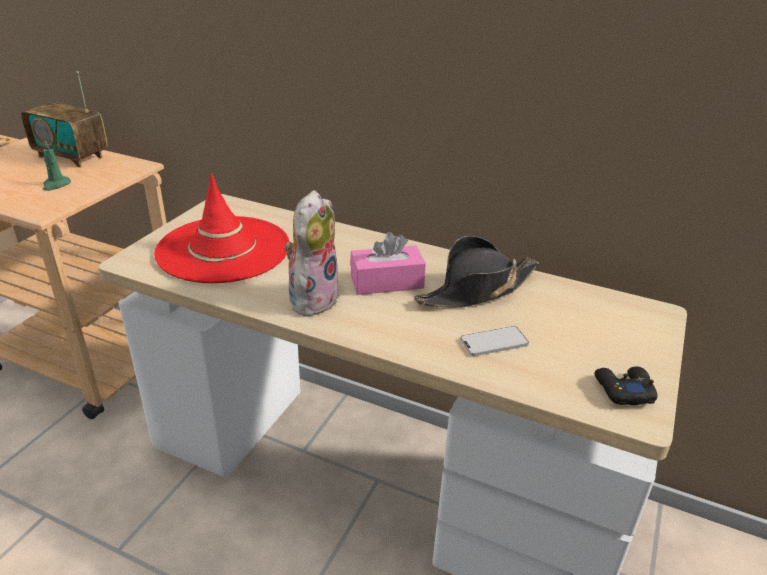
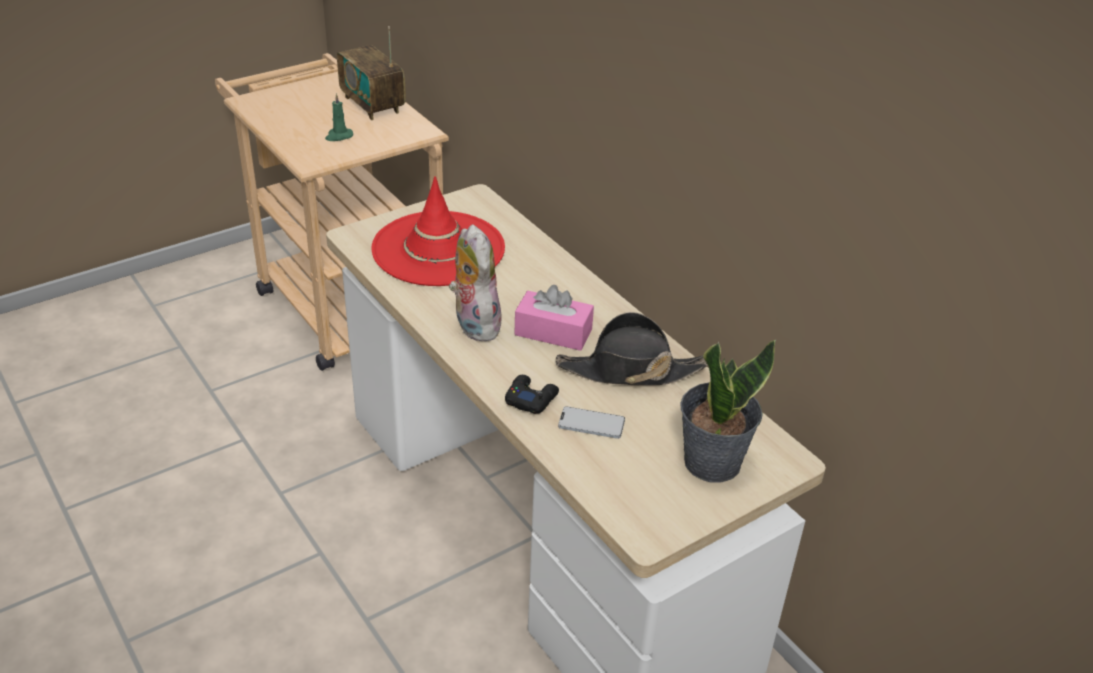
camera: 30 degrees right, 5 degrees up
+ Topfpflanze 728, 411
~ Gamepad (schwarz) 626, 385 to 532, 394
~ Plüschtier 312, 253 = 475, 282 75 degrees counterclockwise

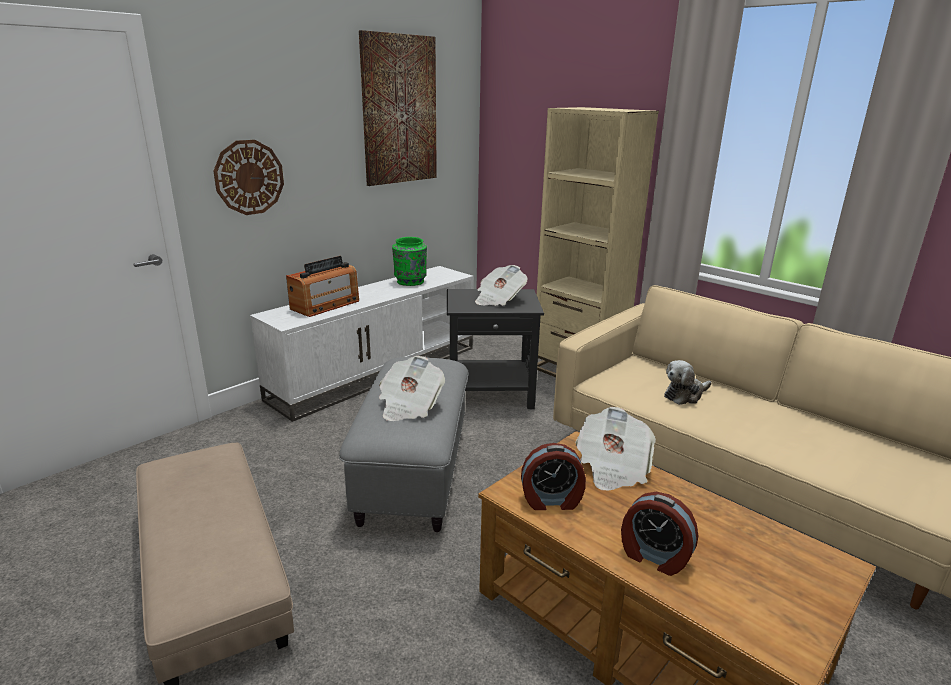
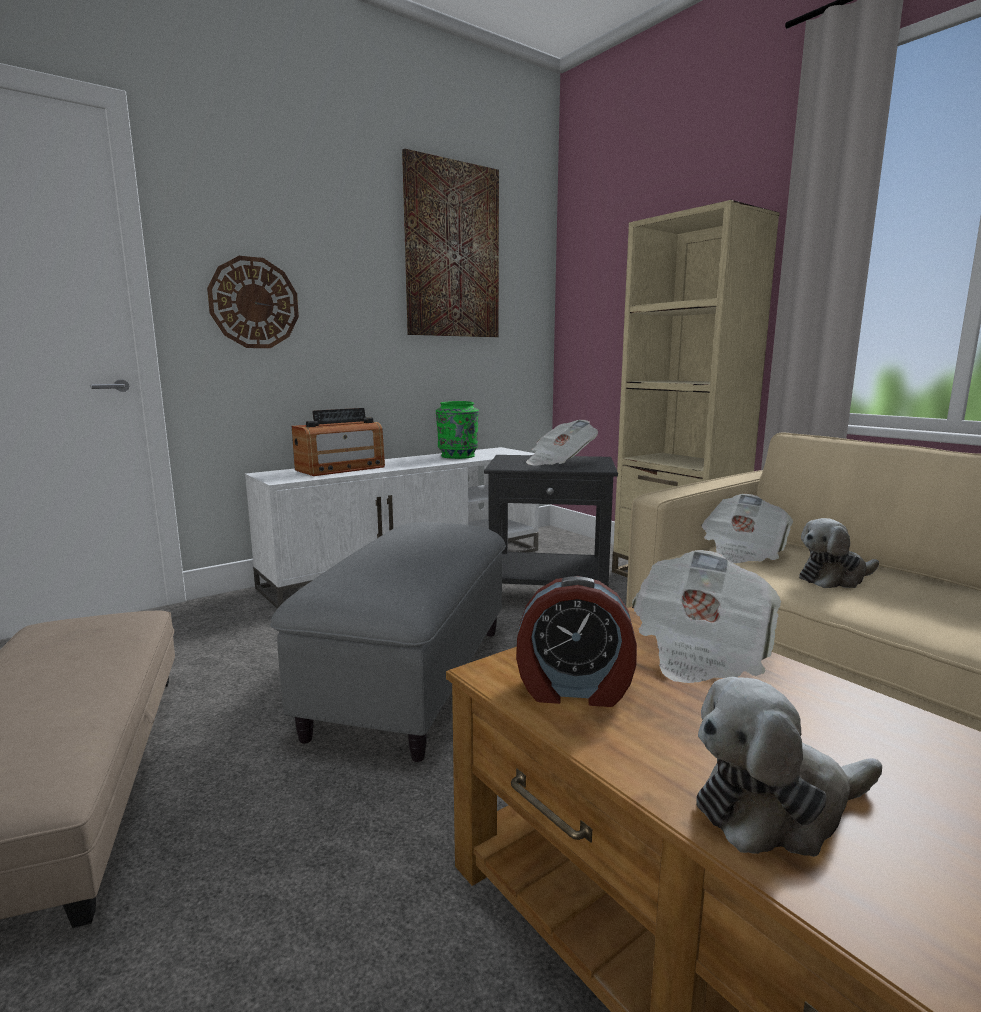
camera: 10 degrees right, 10 degrees down
~ Zeitung 412, 388 to 747, 528
~ Wecker 659, 534 to Plüschtier 789, 767

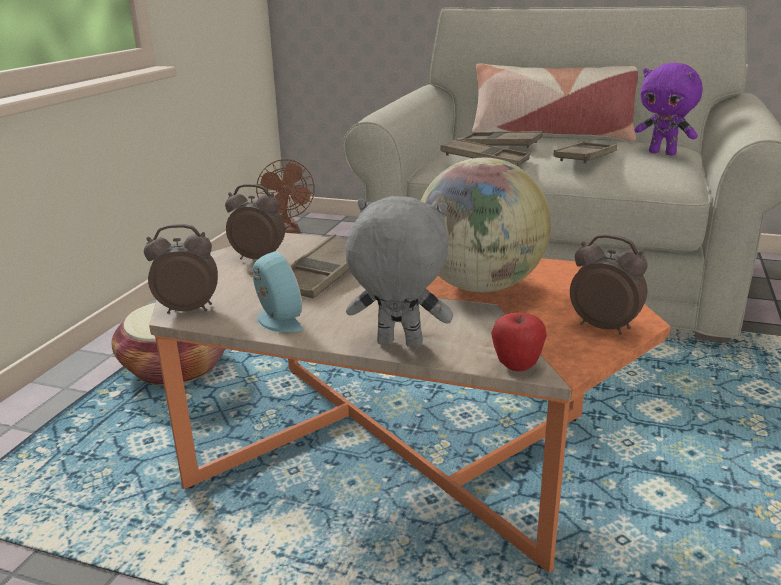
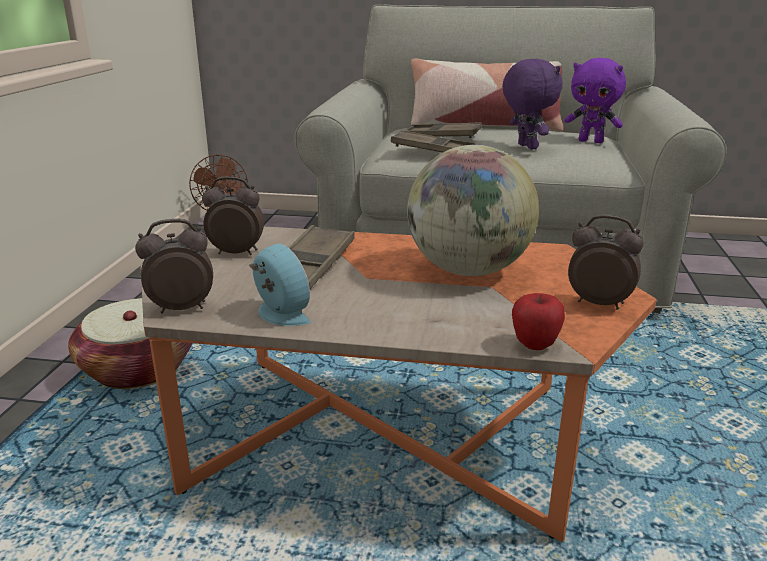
camera: 10 degrees left, 0 degrees up
- Plüschtier (grau) 399, 272
~ Tablett (braun) 585, 153 to Plüschtier (lila) 532, 104

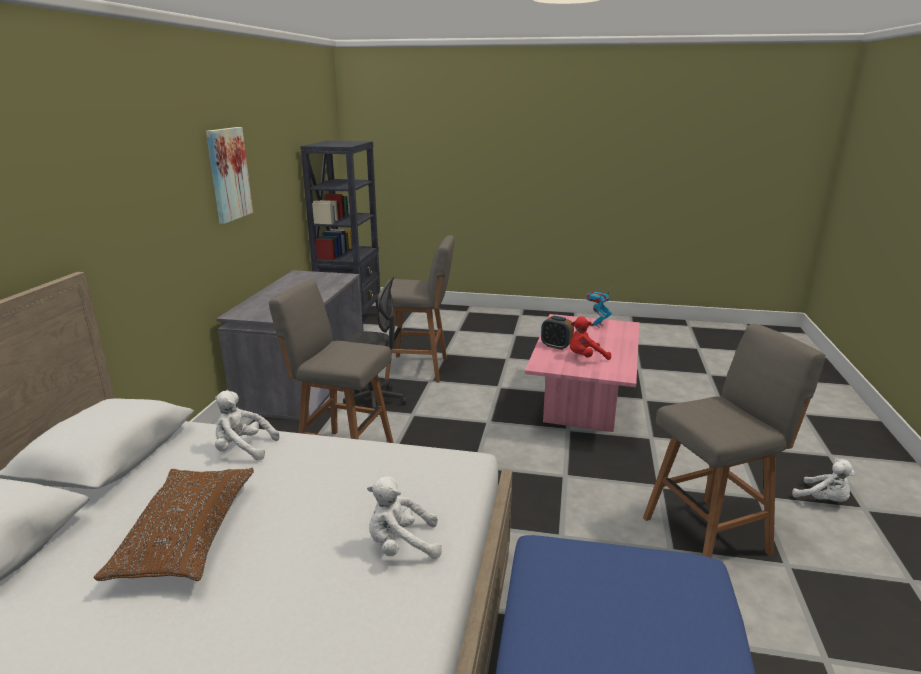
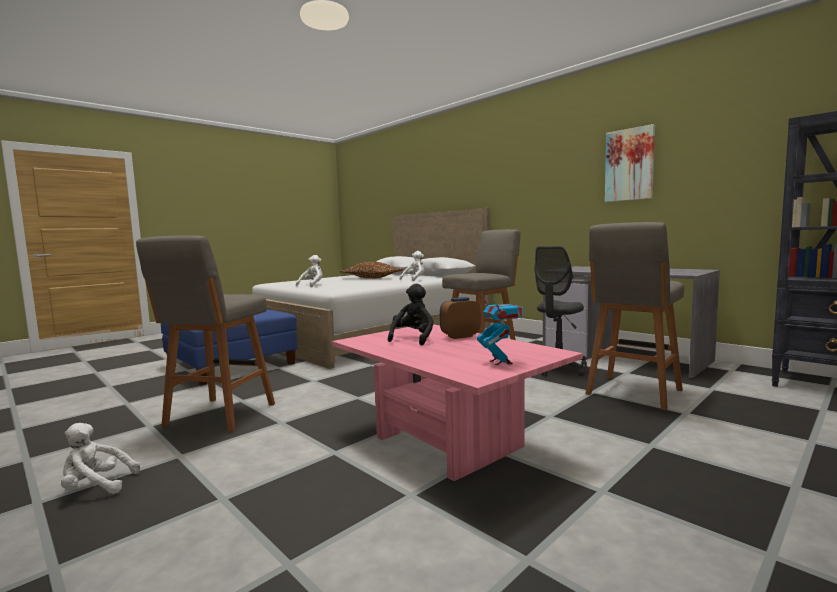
camera: 125 degrees right, 15 degrees down
~ Plüschtier (rot) 590, 338 to Plüschtier (schwarz) 411, 314

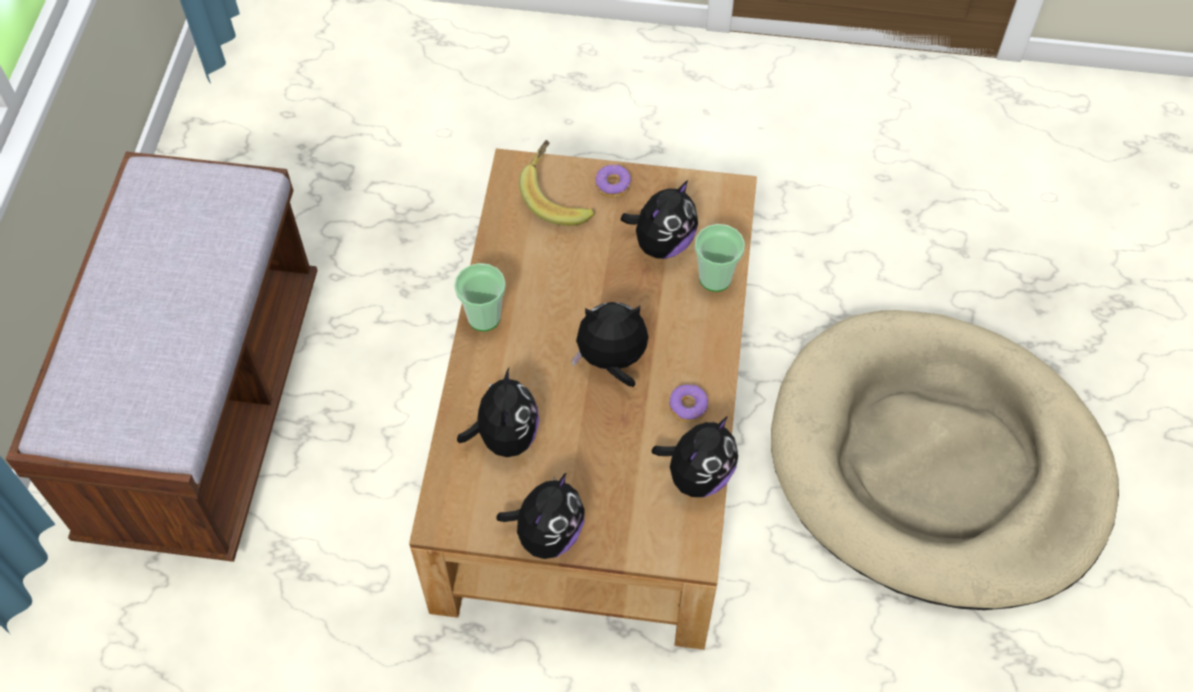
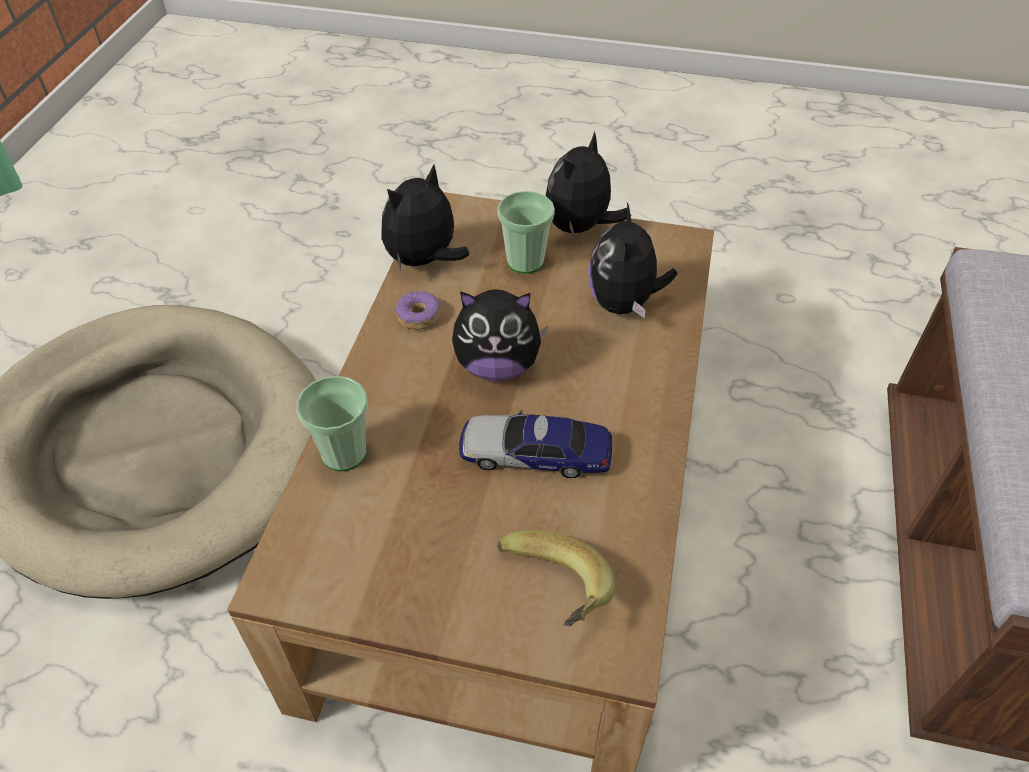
camera: 175 degrees left, 10 degrees down
- Donut 613, 181
- Plüschtier 659, 219
+ Spielzeugauto 535, 444
~ Tasse 480, 297 to 526, 232

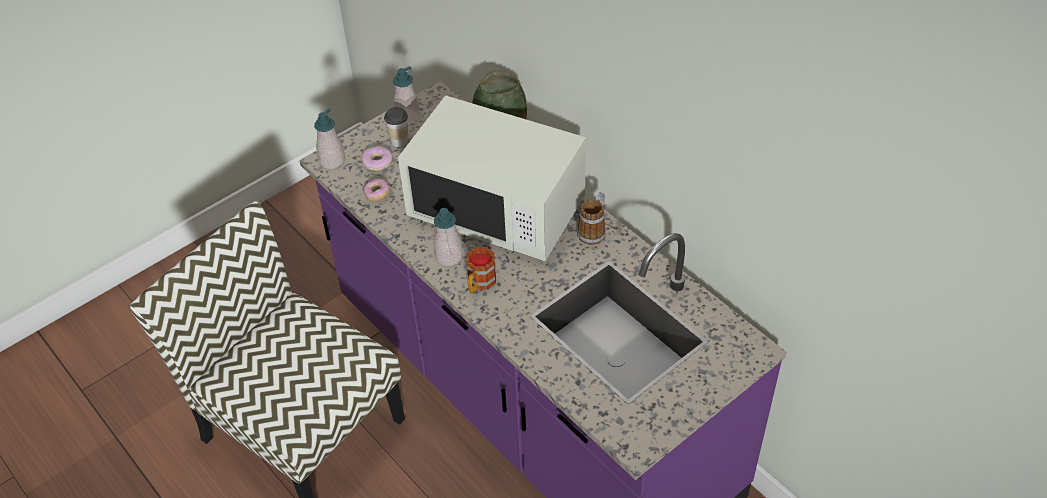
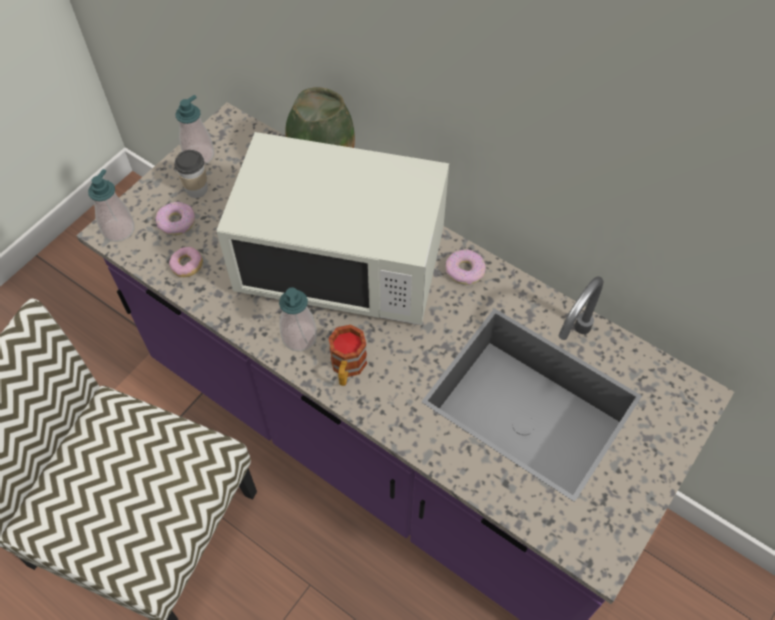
camera: 15 degrees left, 10 degrees up
~ Henkelbecher 591, 218 to Donut 465, 267

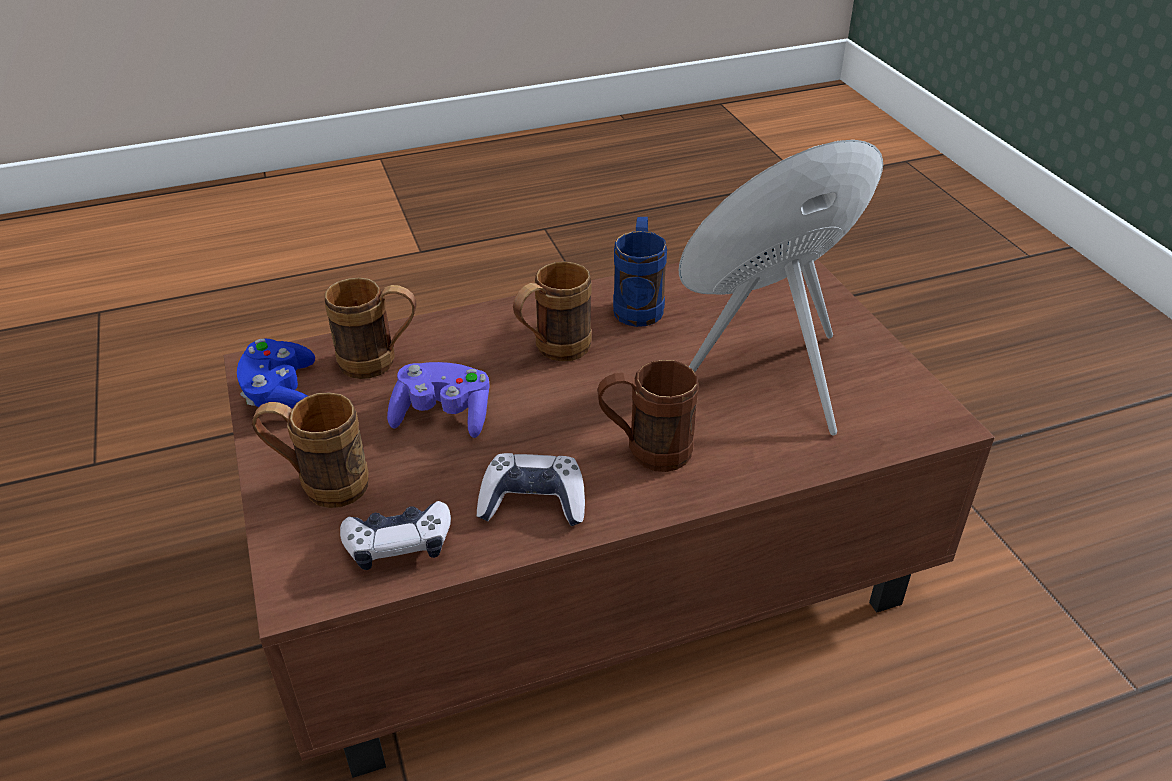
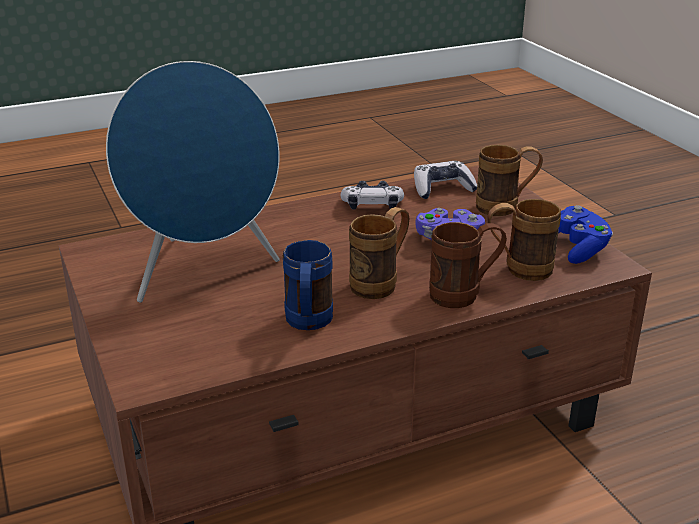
camera: 175 degrees right, 10 degrees down
~ Henkelbecher (braun) 648, 416 to 468, 265

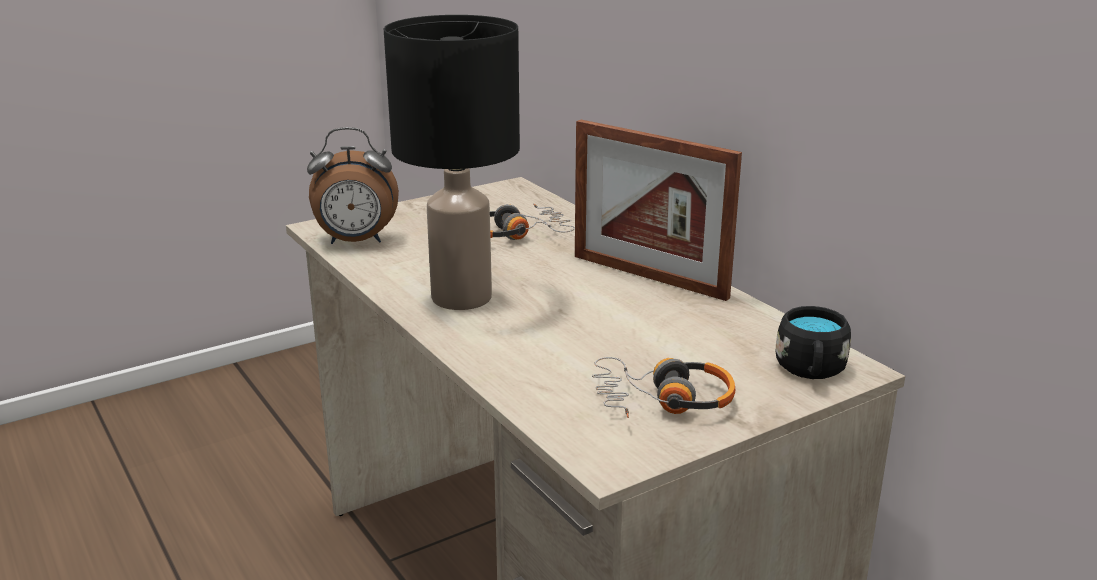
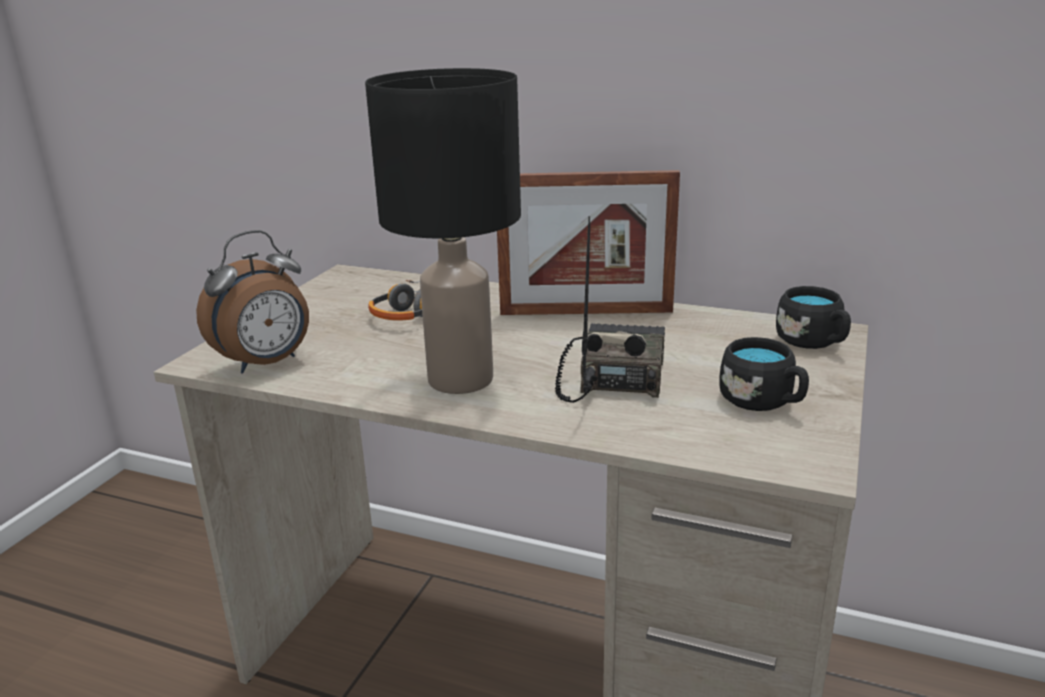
camera: 35 degrees left, 0 degrees up
+ Radio 610, 309
~ Kopfhörer 664, 387 to Henkelbecher (schwarz) 764, 374

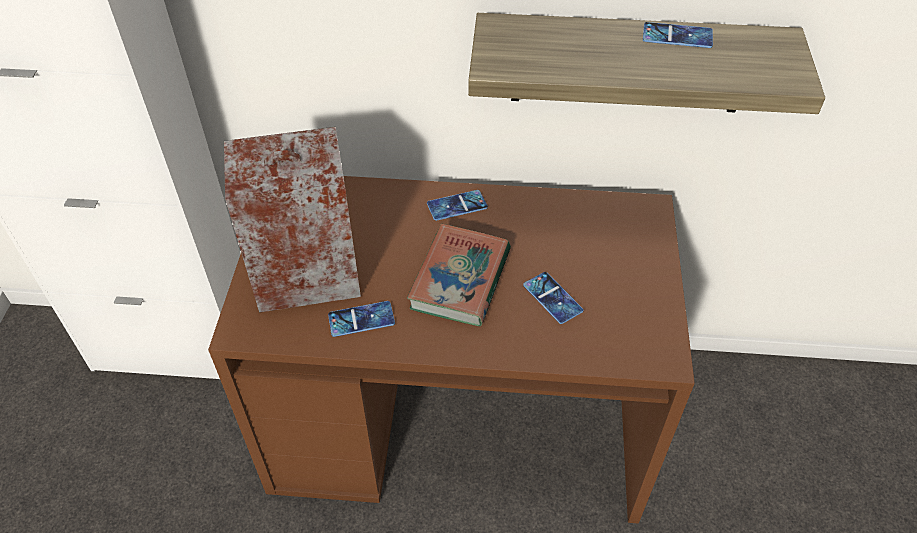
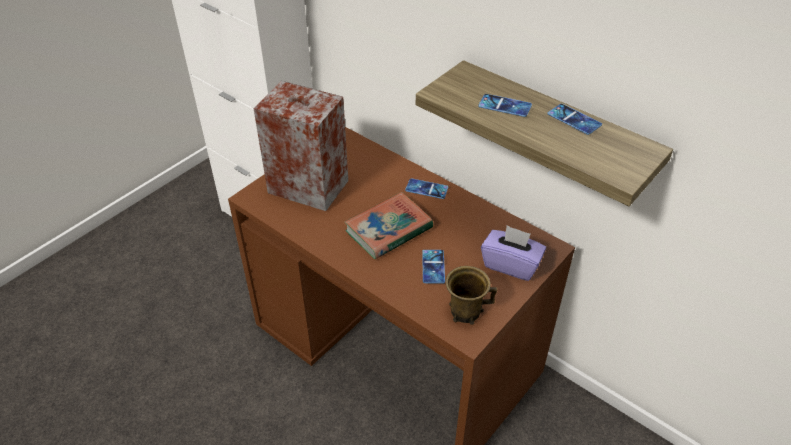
camera: 35 degrees right, 5 degrees down
+ Henkelbecher (braun) 471, 295
+ Taschentuchbox (lila) 513, 253
~ Handy 361, 319 to 505, 105

